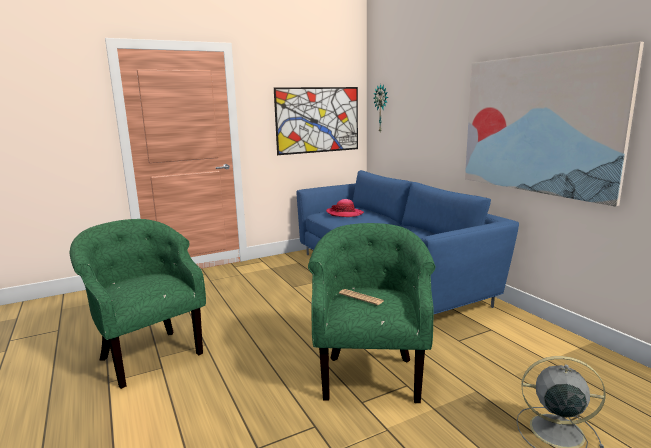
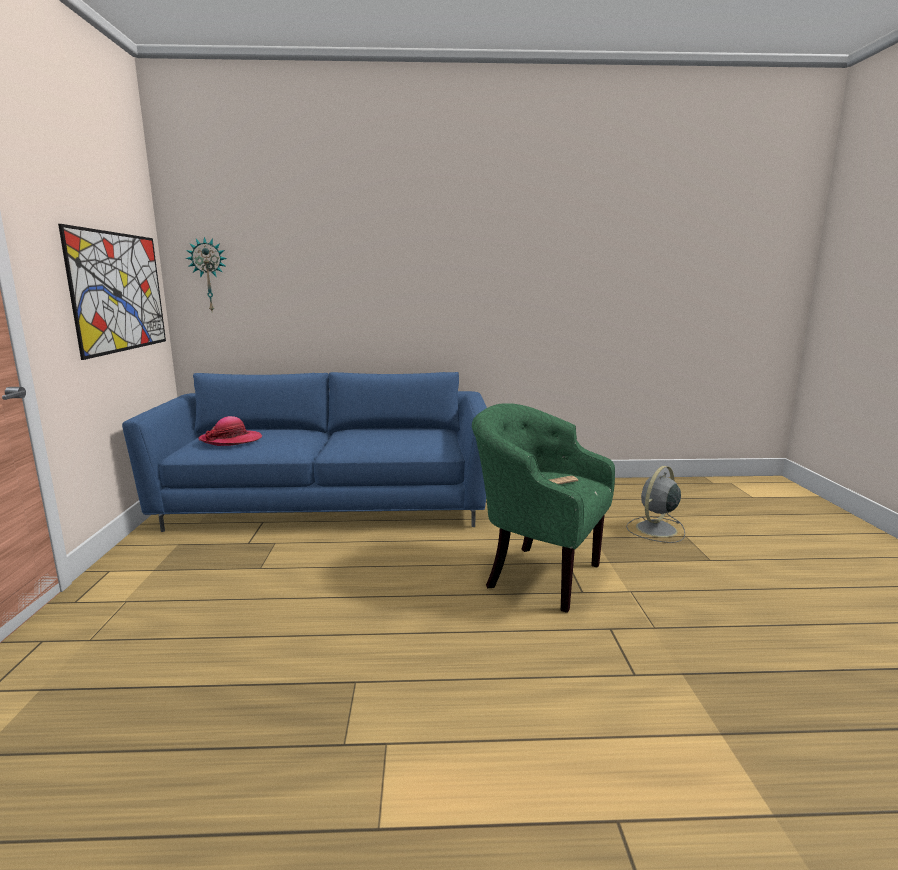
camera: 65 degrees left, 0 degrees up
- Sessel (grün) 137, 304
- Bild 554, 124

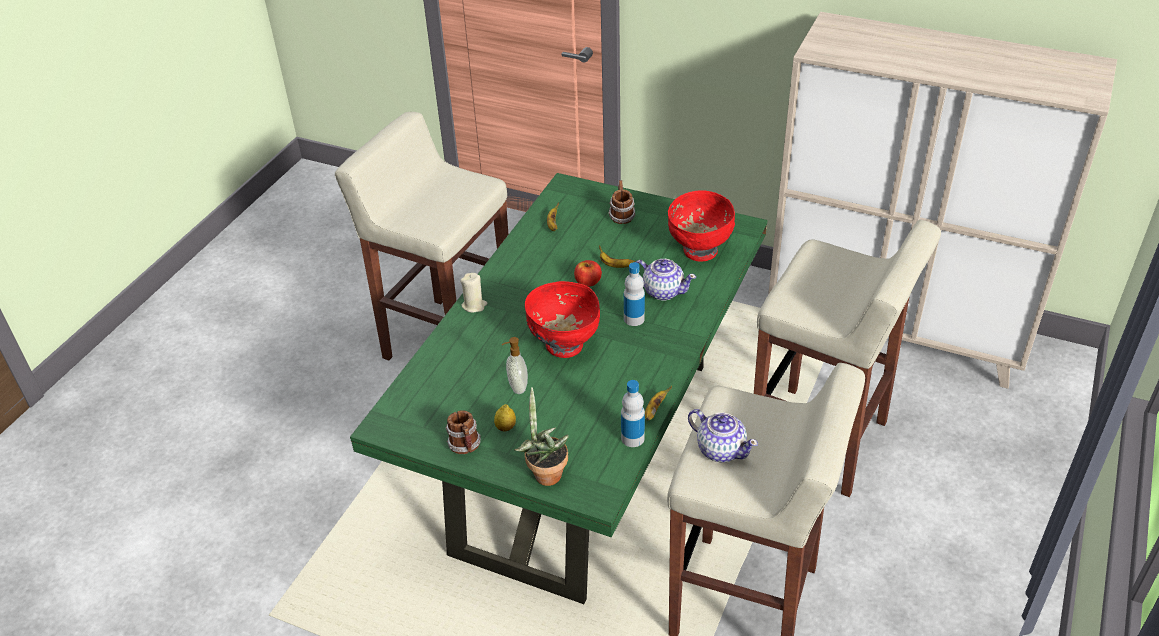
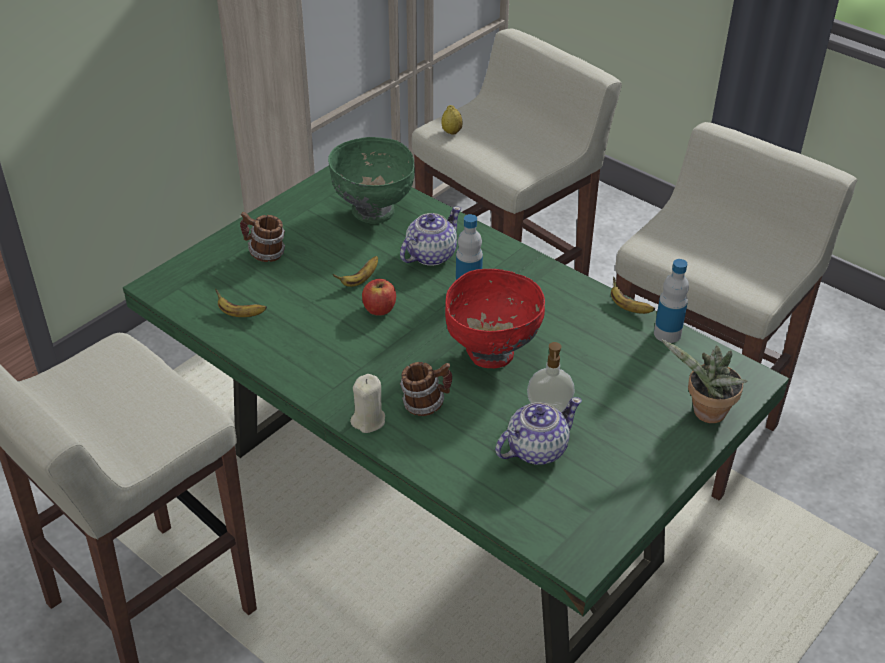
camera: 75 degrees left, 0 degrees up
~ Henkelbecher 463, 432 to 426, 389
~ Zitrone 505, 418 to 451, 120
~ Teekanne 723, 435 to 538, 431
~ Schüssel (rot) 701, 225 to Schüssel (grün) 371, 180

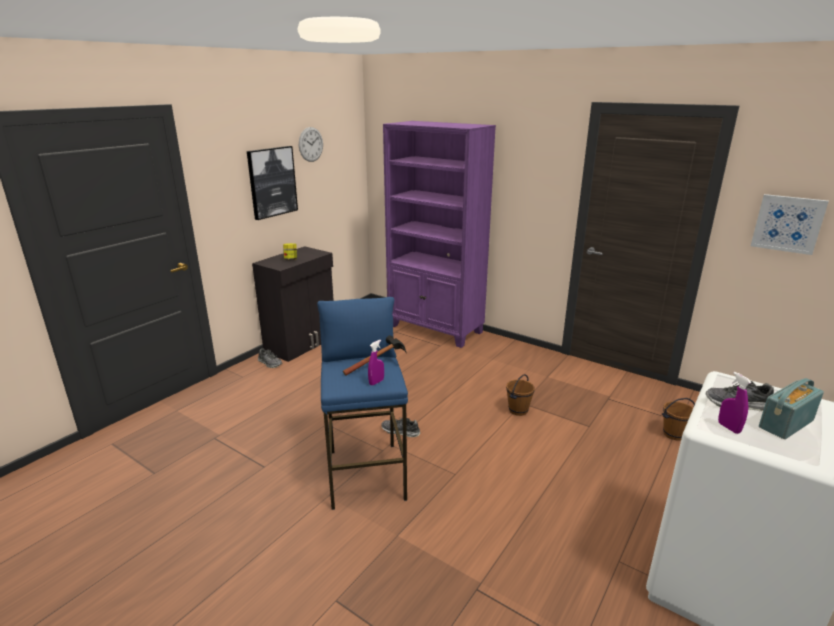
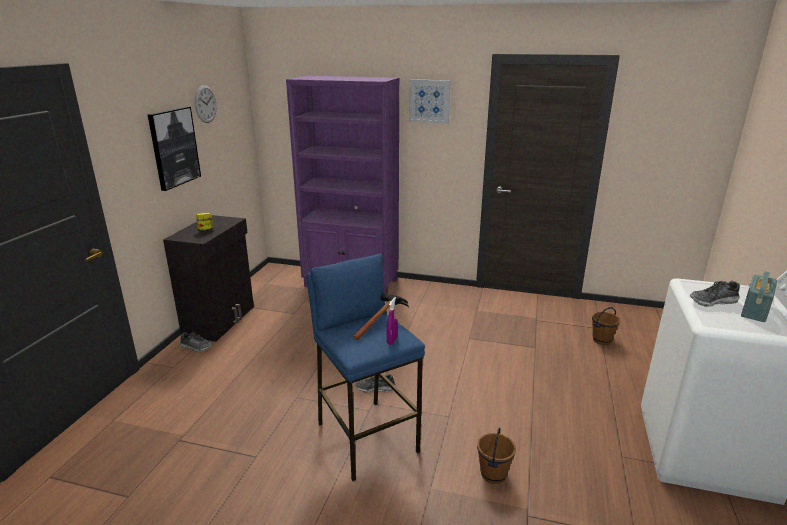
camera: 20 degrees left, 0 degrees up
- Sprühflasche (lila) 735, 403
~ Eimer (braun) 520, 395 to 496, 455
~ Bild 790, 224 to 430, 101

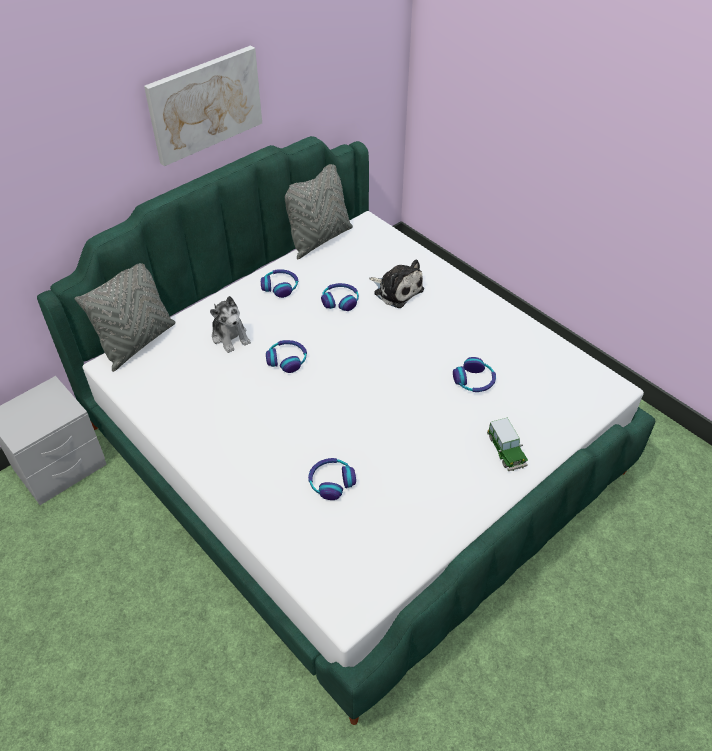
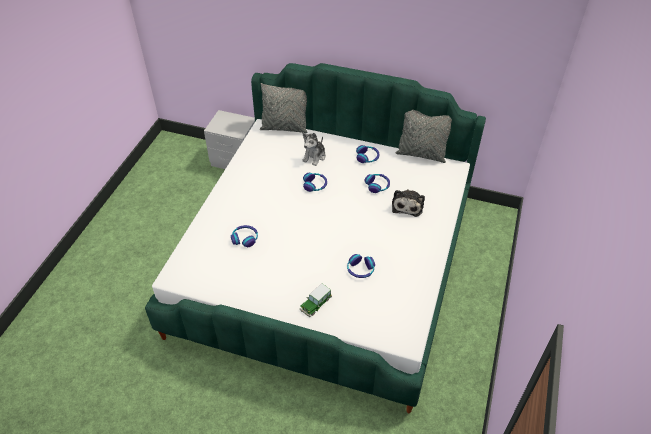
camera: 60 degrees right, 0 degrees up
- Bild 203, 105

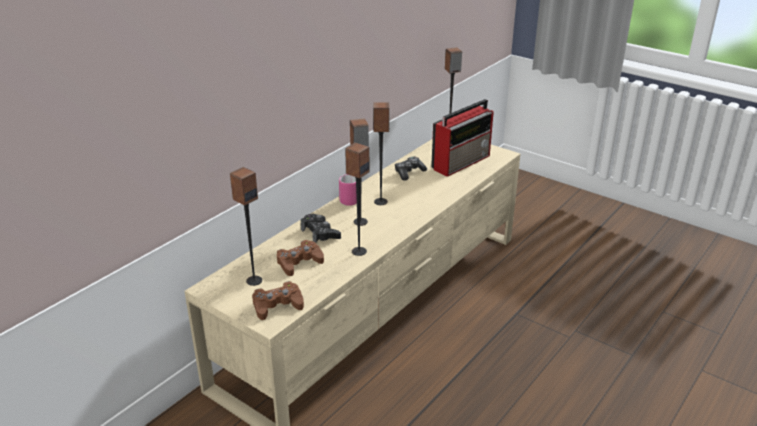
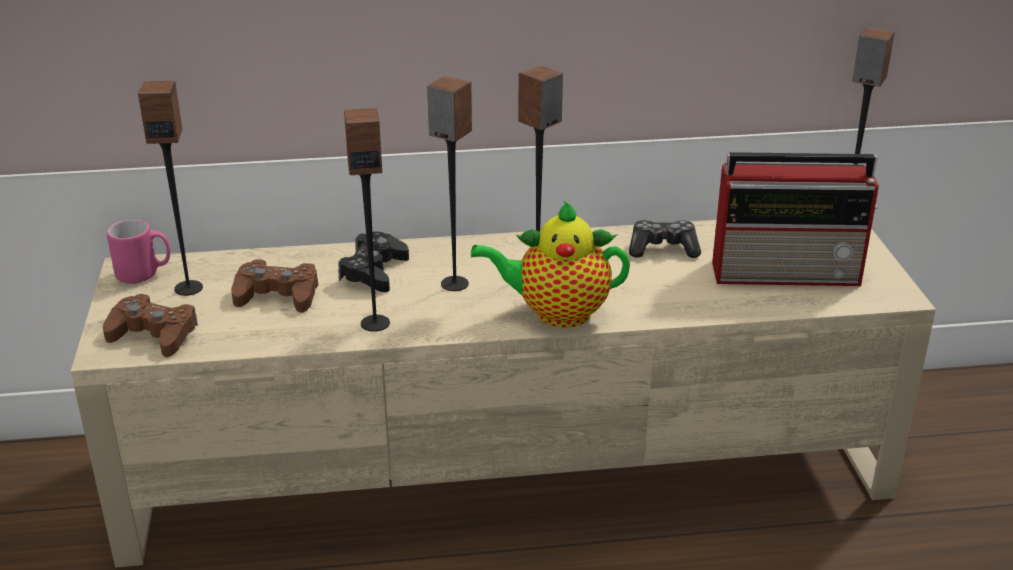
camera: 45 degrees right, 0 degrees up
+ Teekanne 550, 264
~ Henkelbecher (rosa) 348, 190 to 139, 252

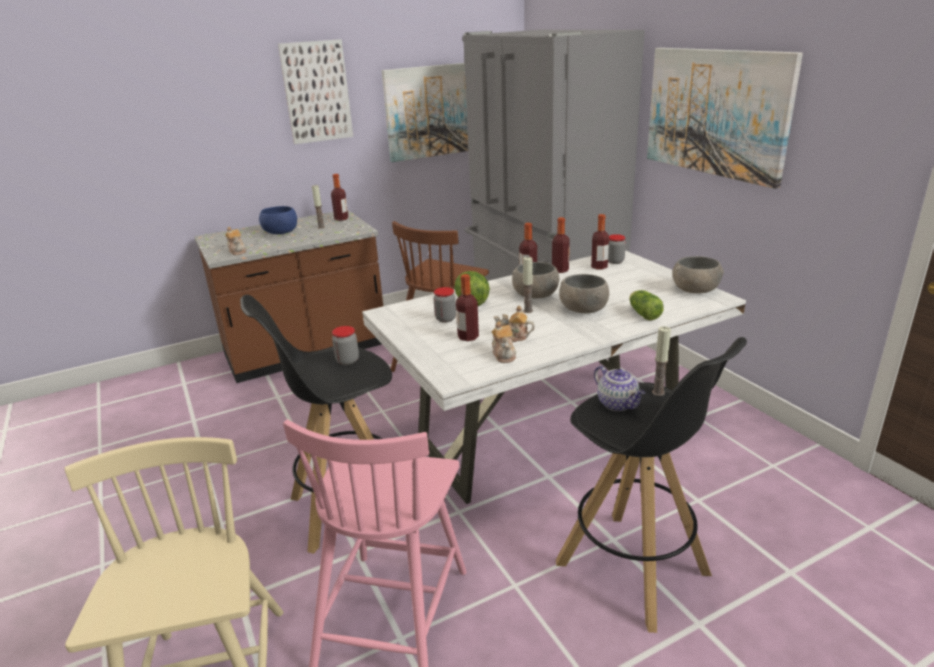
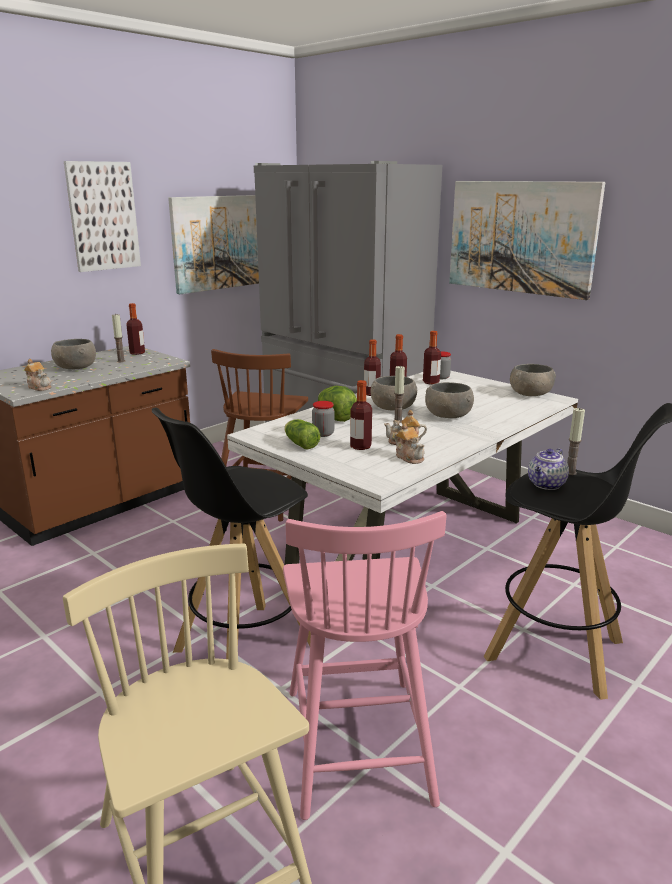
camera: 20 degrees left, 5 degrees down
- Vorratsglas 345, 345
~ Salatkopf 646, 305 to 302, 434
~ Schüssel (blau) 278, 220 to Schüssel (grau) 73, 354
~ Teekanne 620, 388 = 548, 469 90 degrees clockwise

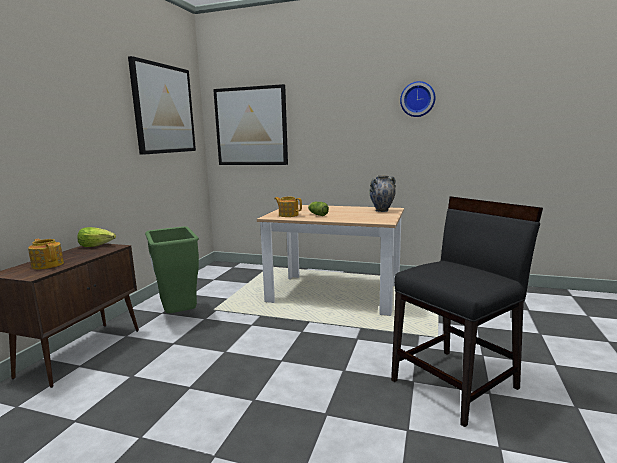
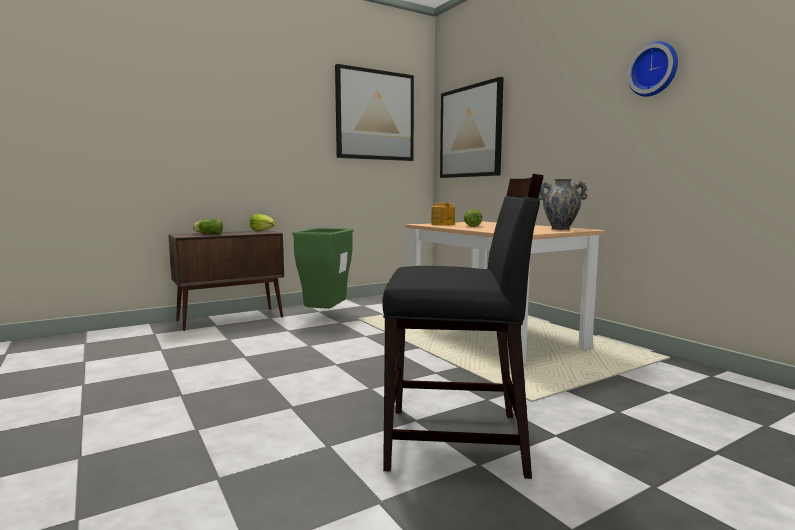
camera: 40 degrees right, 5 degrees down
~ Teekanne 46, 254 to Salatkopf 208, 226

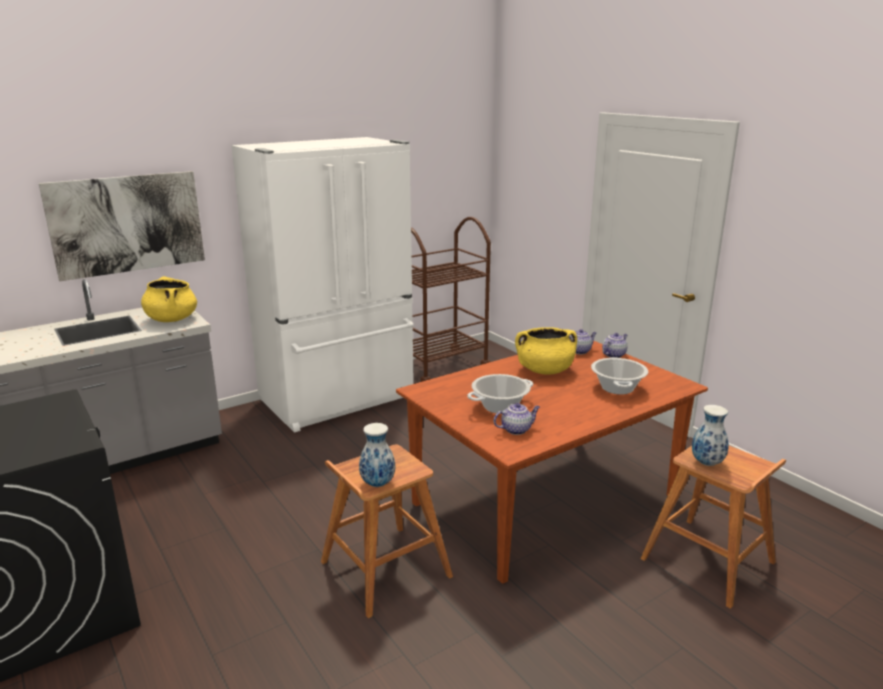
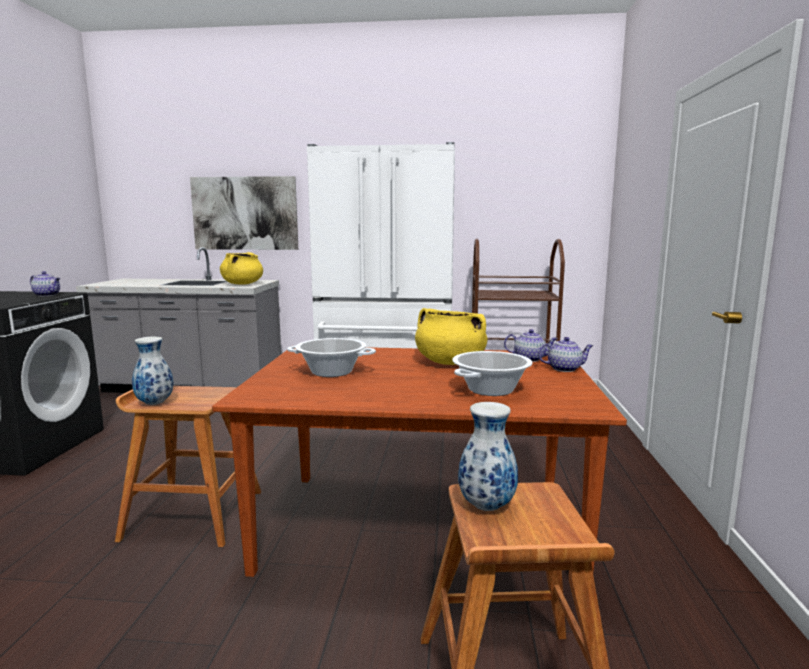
camera: 40 degrees right, 10 degrees down
~ Teekanne 516, 419 to 45, 283

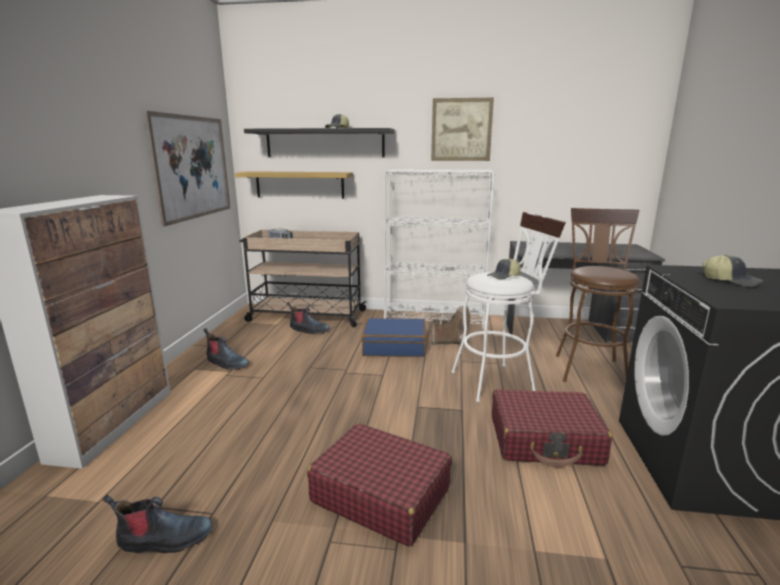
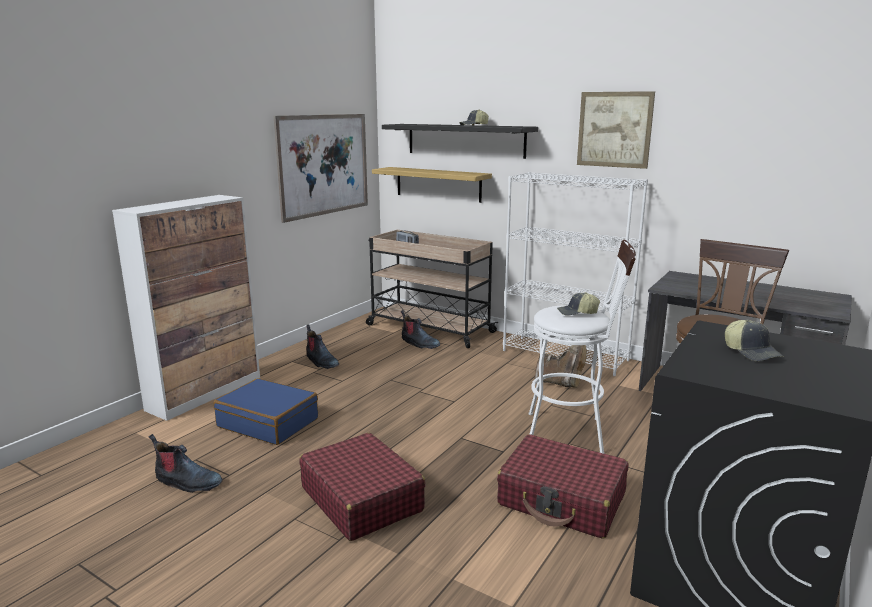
camera: 25 degrees right, 0 degrees up
~ Koffer (blau) 394, 337 to 266, 411

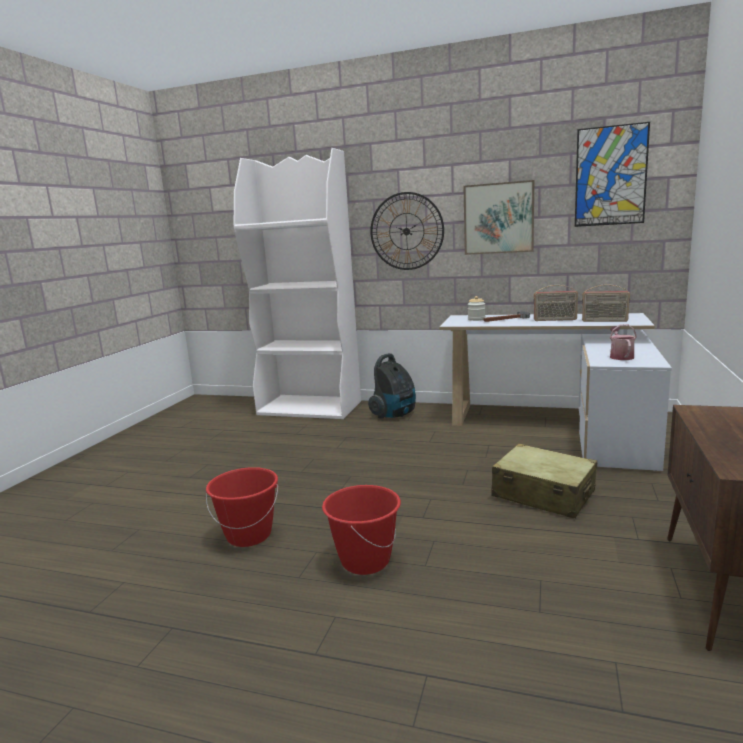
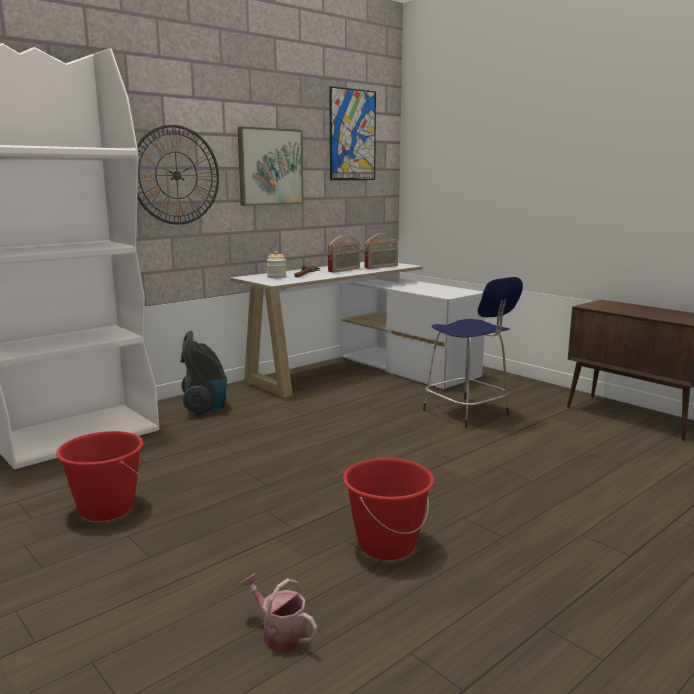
camera: 60 degrees left, 0 degrees up
~ Eimer (rot) 361, 530 to 99, 476
~ Gießkanne 623, 342 to 278, 612
~ Koffer (beige) 544, 481 to Hocker (blau) 473, 352

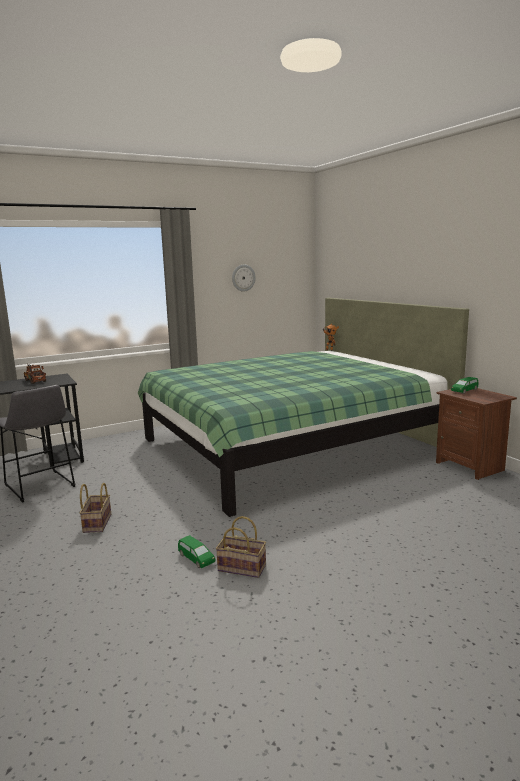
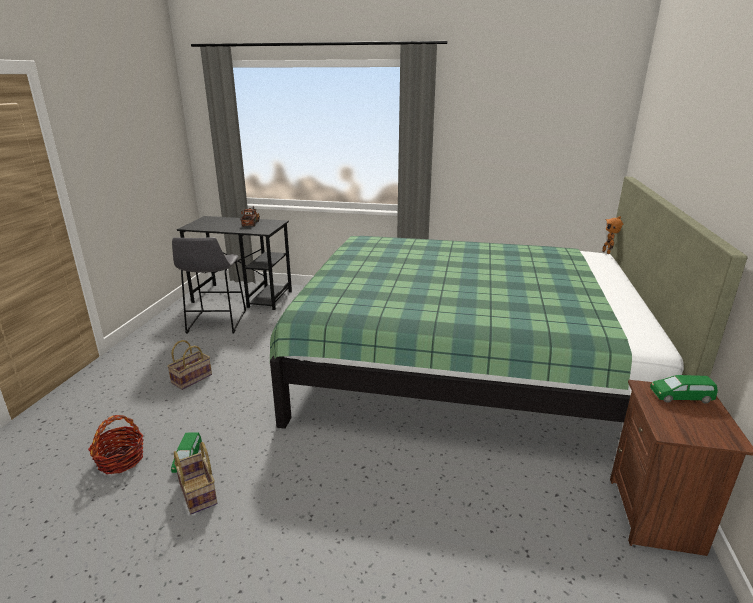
camera: 40 degrees right, 10 degrees up
- Wanduhr 244, 278
+ Korb 116, 444

